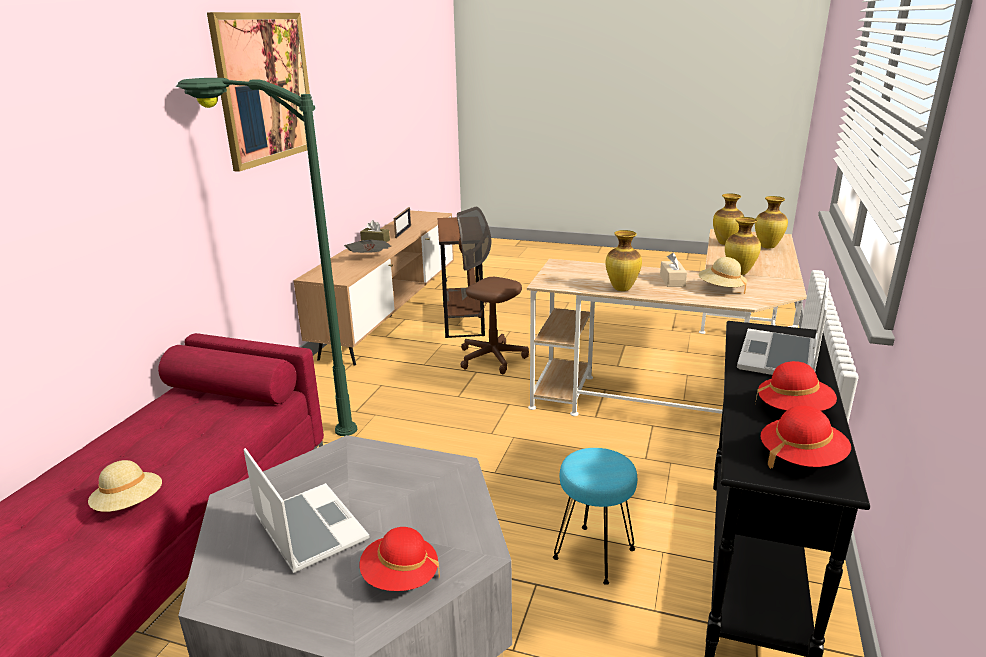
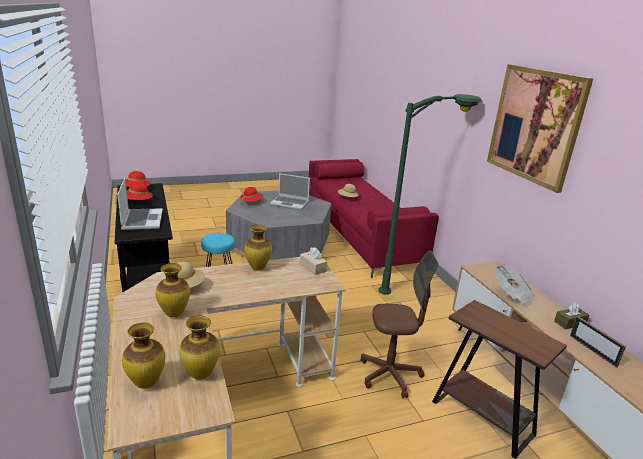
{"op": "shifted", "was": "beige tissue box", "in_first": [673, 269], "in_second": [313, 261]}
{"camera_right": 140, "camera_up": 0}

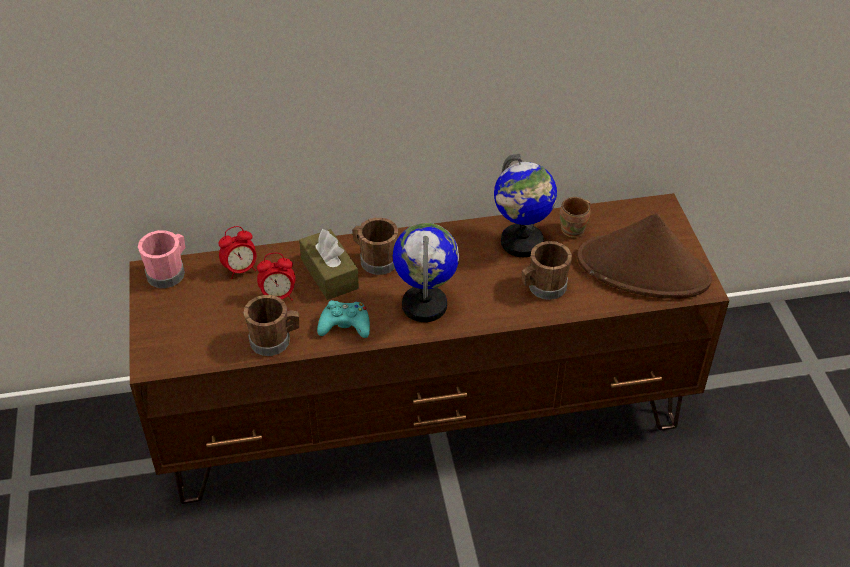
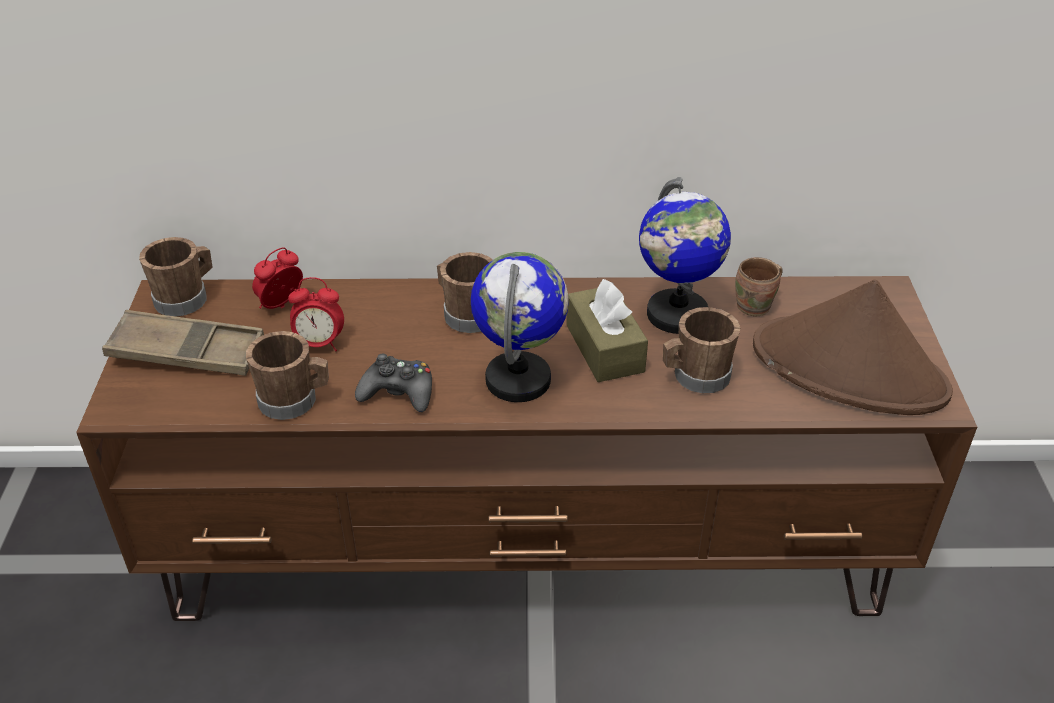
{"op": "rotated", "was": "alarm clock", "in_first": [237, 252], "in_second": [277, 278], "clockwise": 150}
{"op": "shifted", "was": "brown tissue box", "in_first": [329, 264], "in_second": [607, 330]}
{"op": "repainted", "was": "pink mug", "now": "brown mug", "in_first": [161, 259], "in_second": [176, 277]}
{"op": "repainted", "was": "turquoise game controller", "now": "black game controller", "in_first": [343, 319], "in_second": [393, 383]}
{"op": "new", "now": "brown tray", "in_second": [183, 343]}
{"camera_right": 10, "camera_up": -5}

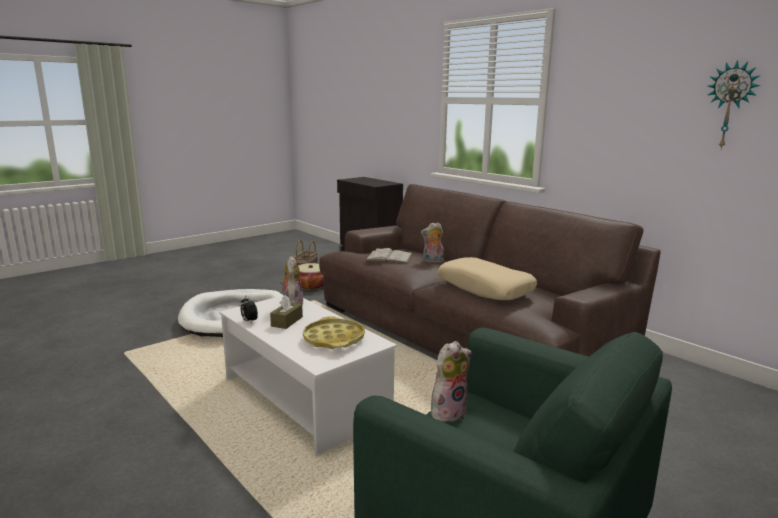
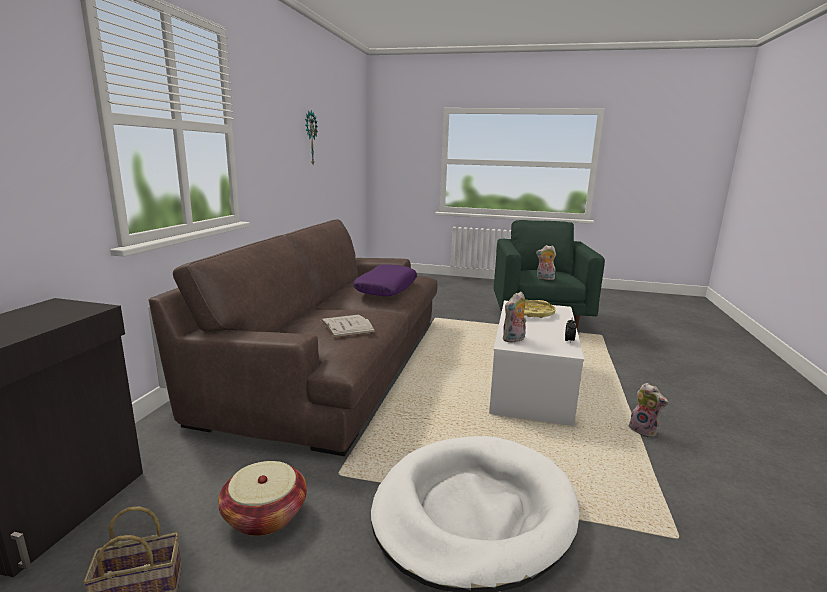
{"op": "shifted", "was": "plush toy", "in_first": [432, 243], "in_second": [648, 410]}
{"op": "repainted", "was": "beige pillow", "now": "purple pillow", "in_first": [487, 278], "in_second": [385, 280]}
{"op": "gone", "was": "brown tissue box", "in_first": [286, 312]}
{"camera_right": -125, "camera_up": 0}

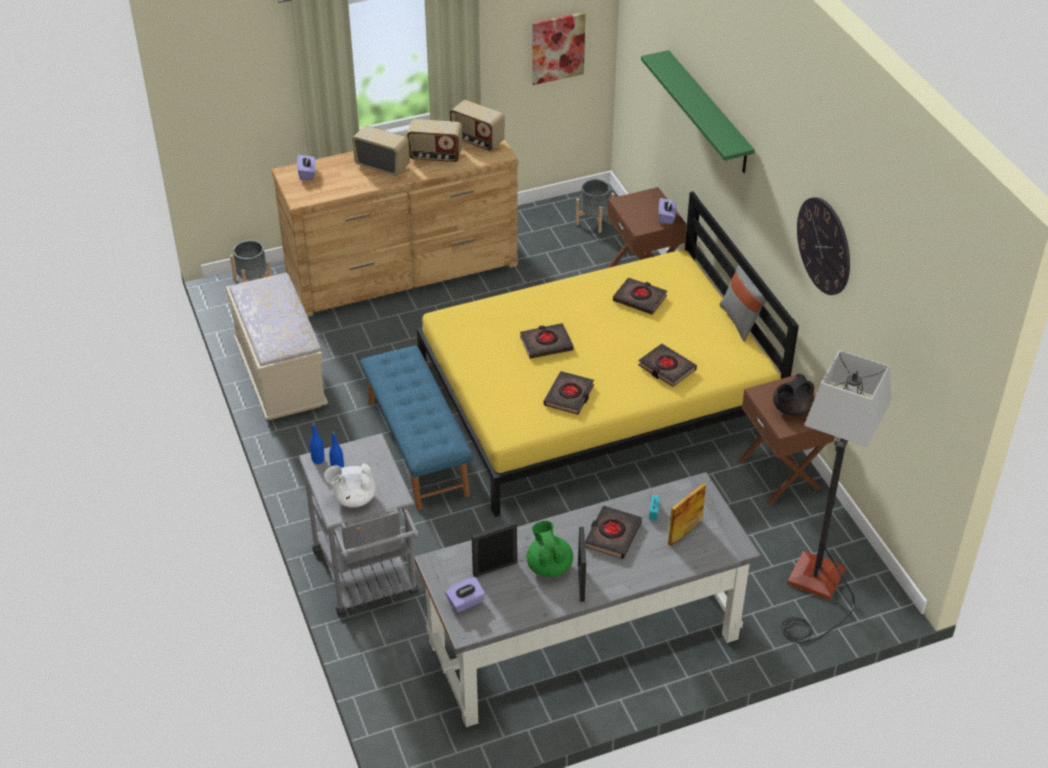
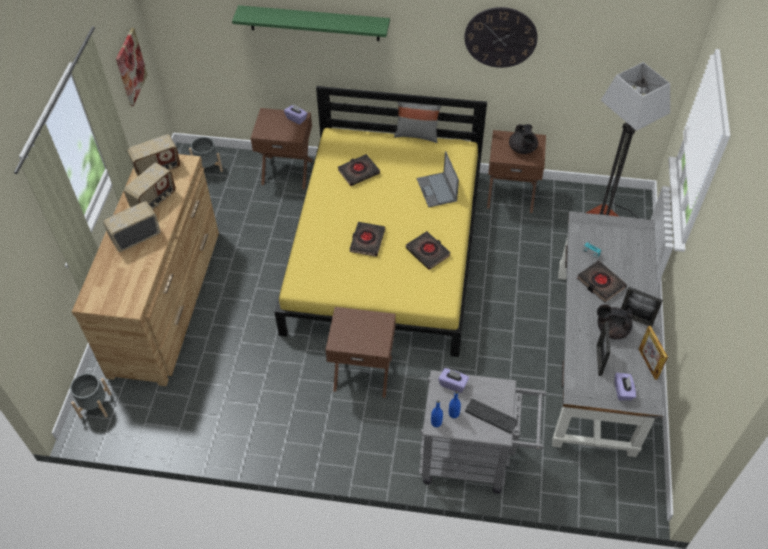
{"op": "shifted", "was": "purple tissue box", "in_first": [306, 167], "in_second": [453, 380]}
{"op": "gone", "was": "beige bench", "in_first": [277, 346]}
{"op": "swapped", "was": "black book", "now": "laptop", "in_first": [667, 365], "in_second": [438, 179]}
{"op": "swapped", "was": "blue bench", "now": "brown nightstand", "in_first": [416, 428], "in_second": [360, 352]}
{"op": "swapped", "was": "white teapot", "now": "keyboard", "in_first": [350, 485], "in_second": [491, 416]}
{"op": "shifted", "was": "picture frame", "in_first": [687, 514], "in_second": [653, 353]}
{"op": "repainted", "was": "green teapot", "now": "black teapot", "in_first": [549, 549], "in_second": [615, 321]}
{"camera_right": -60, "camera_up": 10}

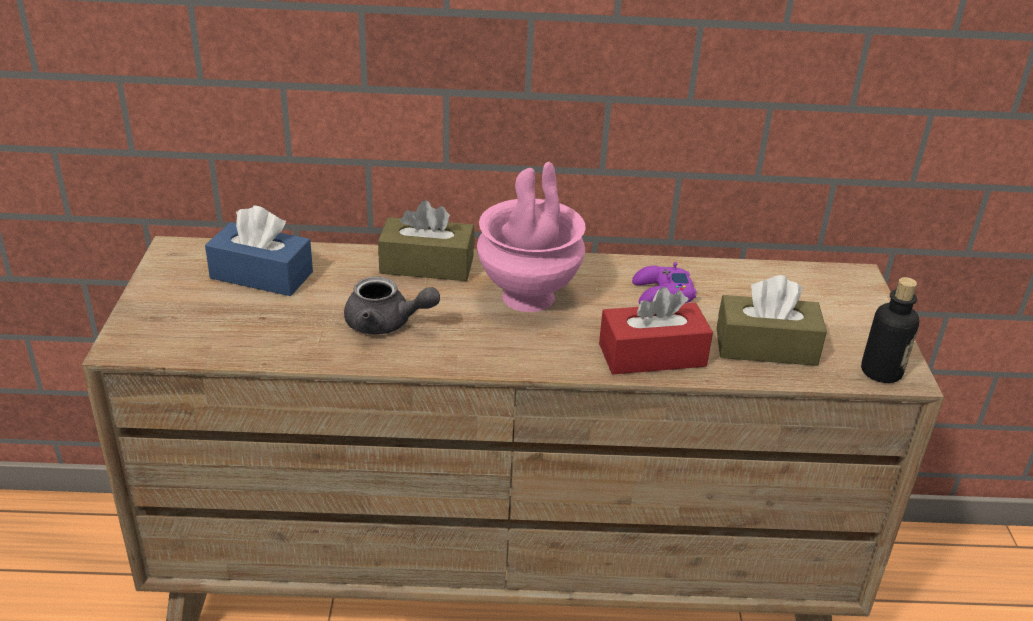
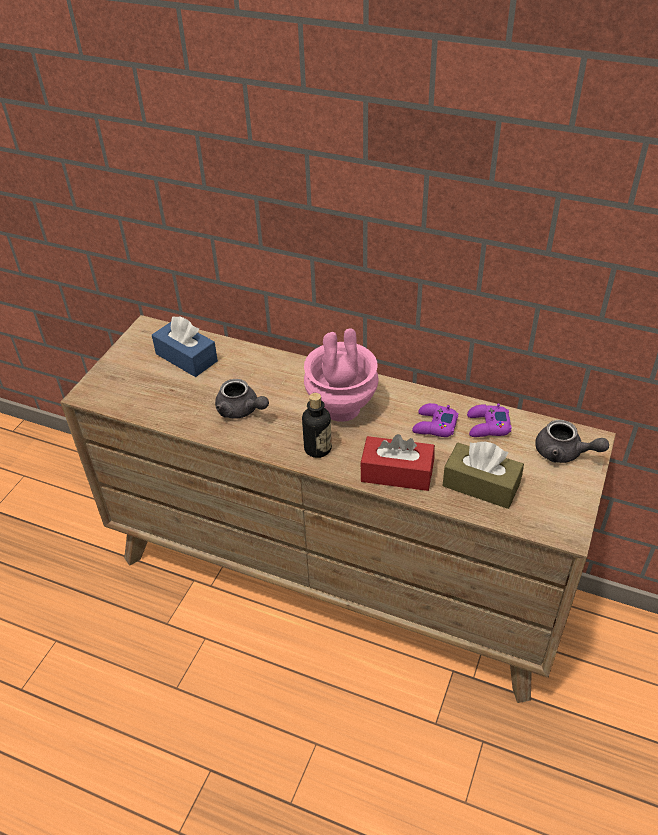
{"op": "gone", "was": "brown tissue box", "in_first": [426, 240]}
{"op": "shifted", "was": "bottle", "in_first": [890, 330], "in_second": [317, 425]}
{"op": "new", "now": "purple game controller", "in_second": [489, 420]}
{"op": "new", "now": "grey teapot", "in_second": [572, 441]}
{"camera_right": 25, "camera_up": 10}

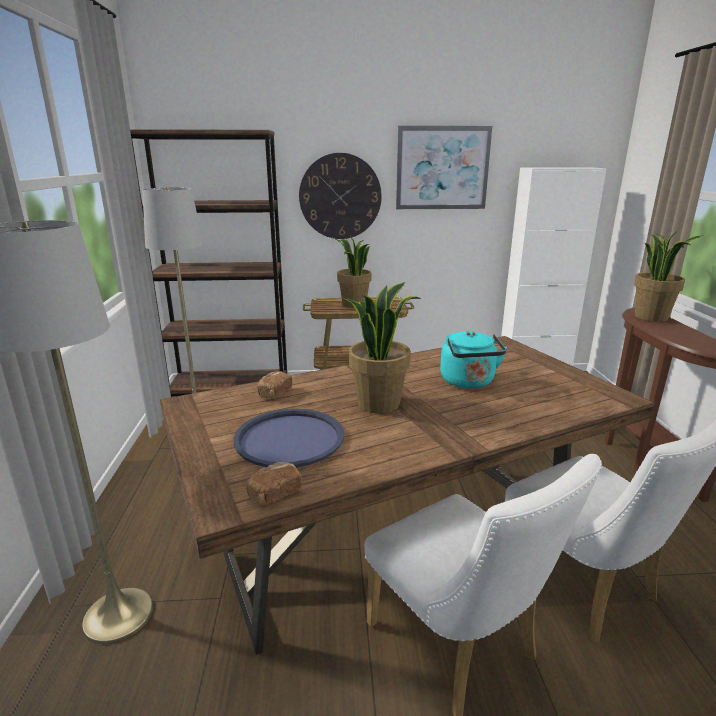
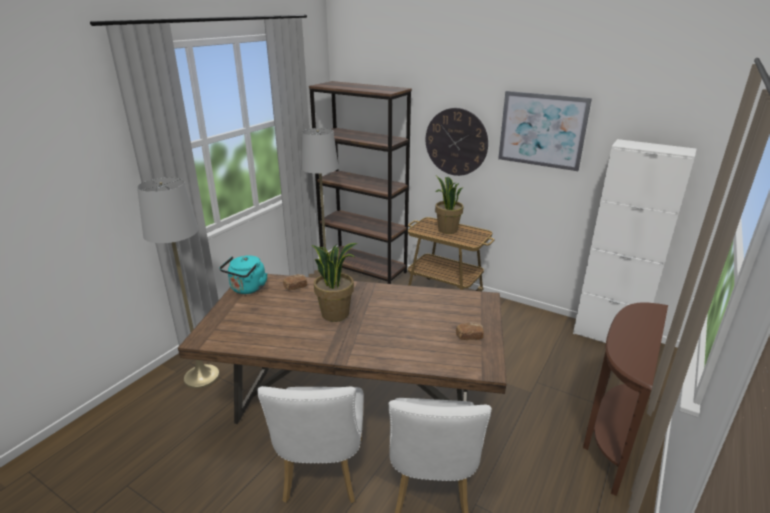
{"op": "gone", "was": "potted plant", "in_first": [668, 276]}
{"op": "shifted", "was": "turquoise kettle", "in_first": [473, 359], "in_second": [243, 275]}
{"op": "gone", "was": "blue tray", "in_first": [288, 438]}
{"op": "shifted", "was": "bread", "in_first": [274, 483], "in_second": [470, 331]}
{"camera_right": 35, "camera_up": 5}

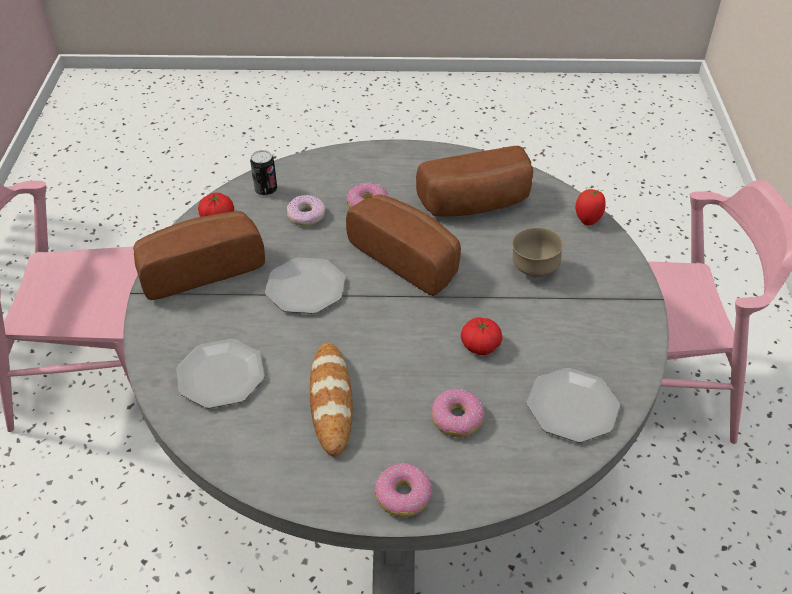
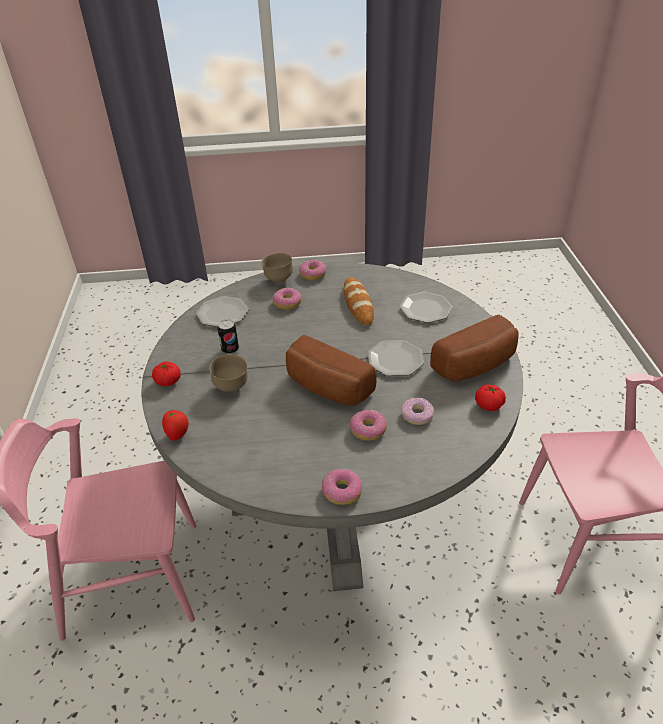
{"op": "gone", "was": "bread", "in_first": [474, 181]}
{"op": "shifted", "was": "can", "in_first": [263, 173], "in_second": [228, 336]}
{"op": "shifted", "was": "tomato", "in_first": [482, 336], "in_second": [166, 373]}
{"op": "new", "now": "brown bowl", "in_second": [277, 268]}
{"op": "new", "now": "donut", "in_second": [342, 487]}
{"camera_right": 175, "camera_up": -5}

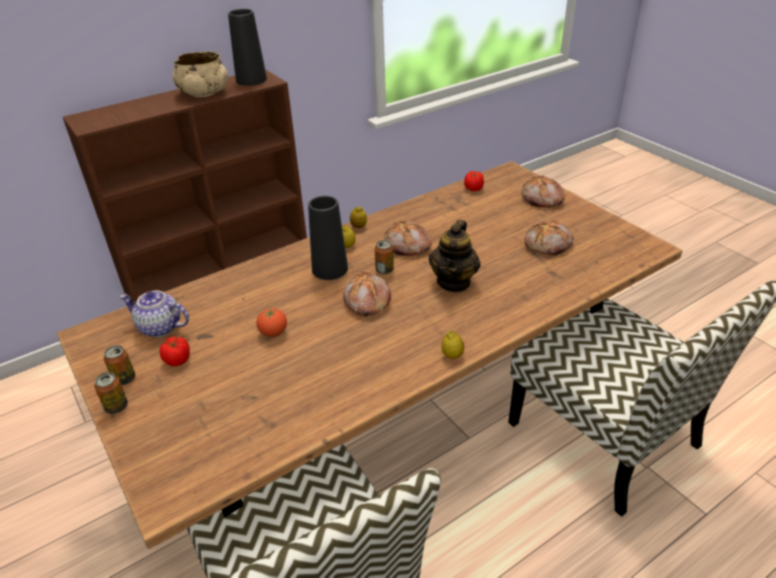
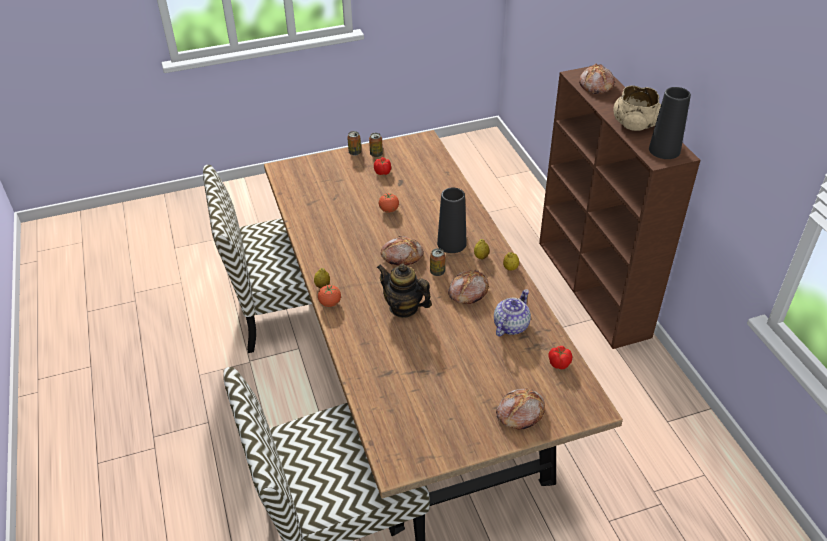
{"op": "shifted", "was": "bread", "in_first": [548, 238], "in_second": [597, 78]}
{"op": "shifted", "was": "teapot", "in_first": [154, 314], "in_second": [512, 313]}
{"op": "new", "now": "tomato", "in_second": [329, 296]}
{"camera_right": 105, "camera_up": 5}

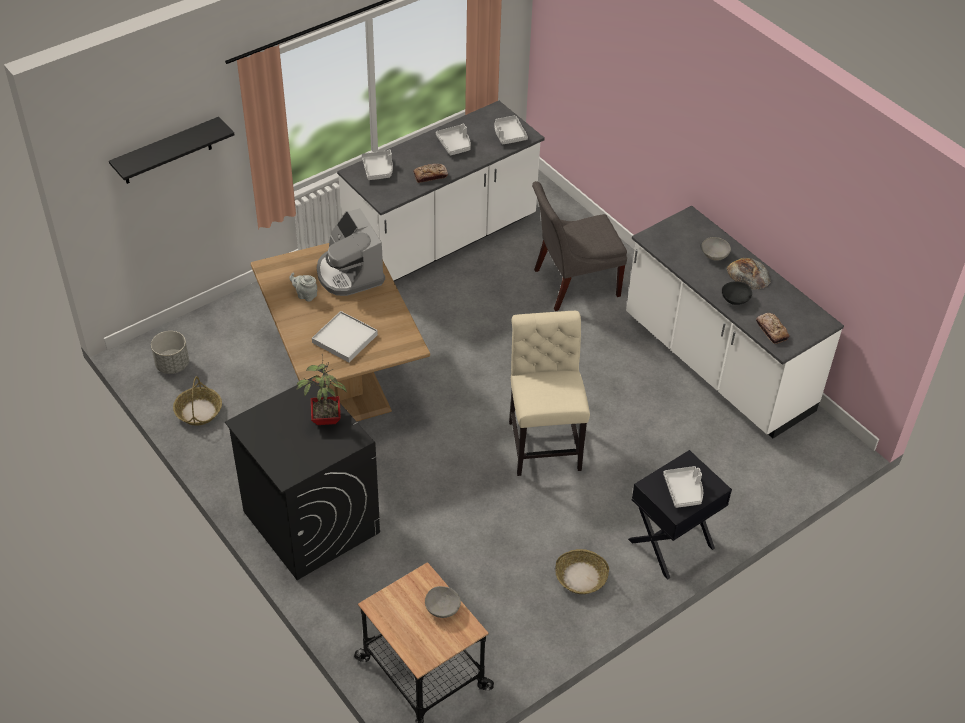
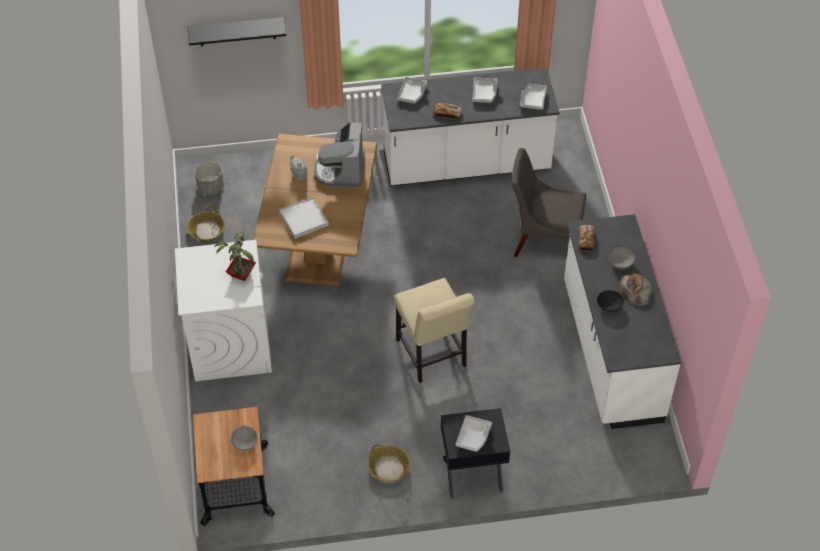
{"op": "rotated", "was": "beige chair", "in_first": [549, 393], "in_second": [434, 330], "clockwise": 135}
{"op": "shifted", "was": "bread", "in_first": [772, 328], "in_second": [587, 238]}
{"op": "repainted", "was": "black washing machine", "now": "white washing machine", "in_first": [302, 478], "in_second": [223, 310]}
{"camera_right": 30, "camera_up": 5}

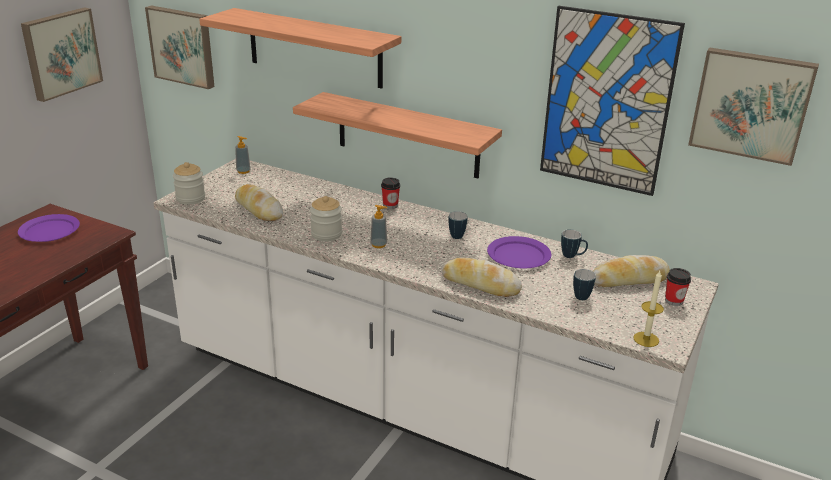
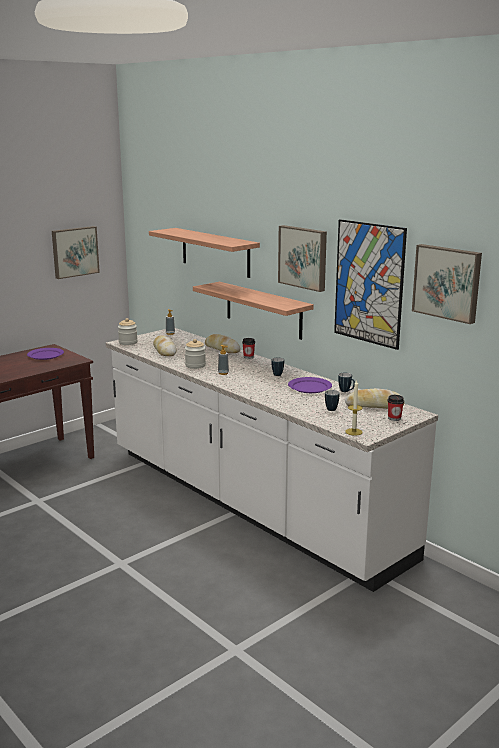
{"op": "shifted", "was": "picture", "in_first": [180, 47], "in_second": [302, 258]}
{"op": "shifted", "was": "bread", "in_first": [482, 277], "in_second": [222, 343]}
{"camera_right": 20, "camera_up": -10}

